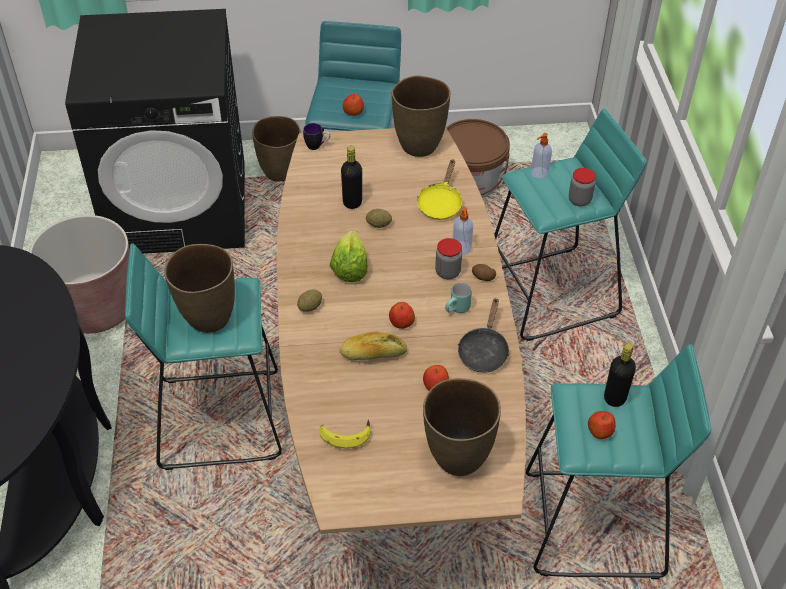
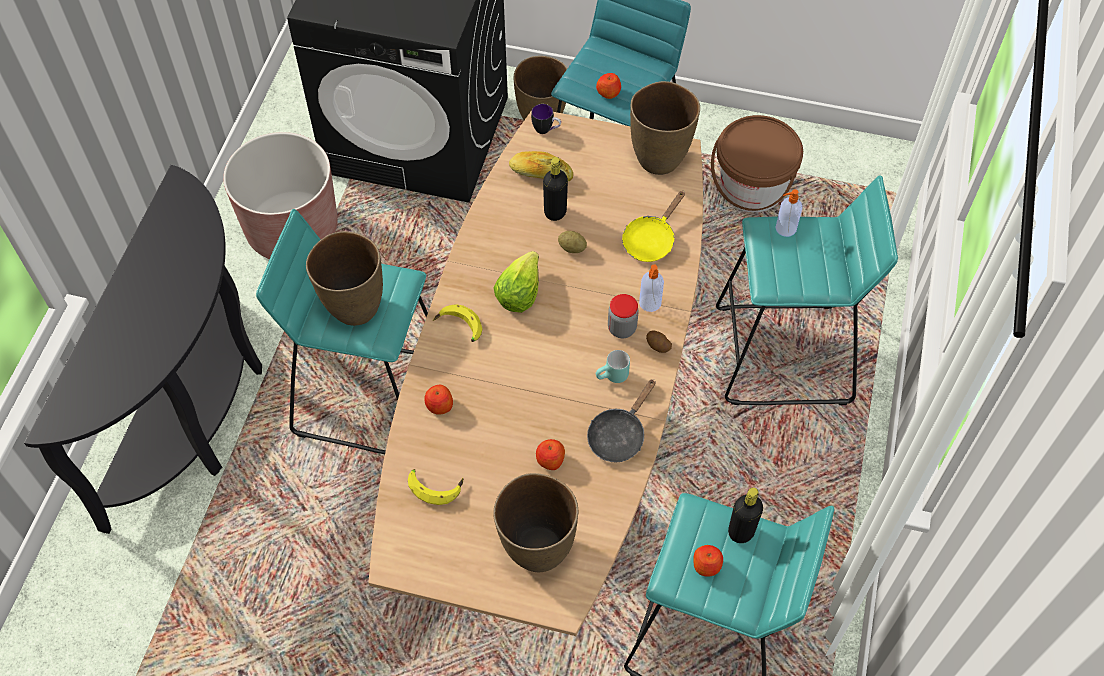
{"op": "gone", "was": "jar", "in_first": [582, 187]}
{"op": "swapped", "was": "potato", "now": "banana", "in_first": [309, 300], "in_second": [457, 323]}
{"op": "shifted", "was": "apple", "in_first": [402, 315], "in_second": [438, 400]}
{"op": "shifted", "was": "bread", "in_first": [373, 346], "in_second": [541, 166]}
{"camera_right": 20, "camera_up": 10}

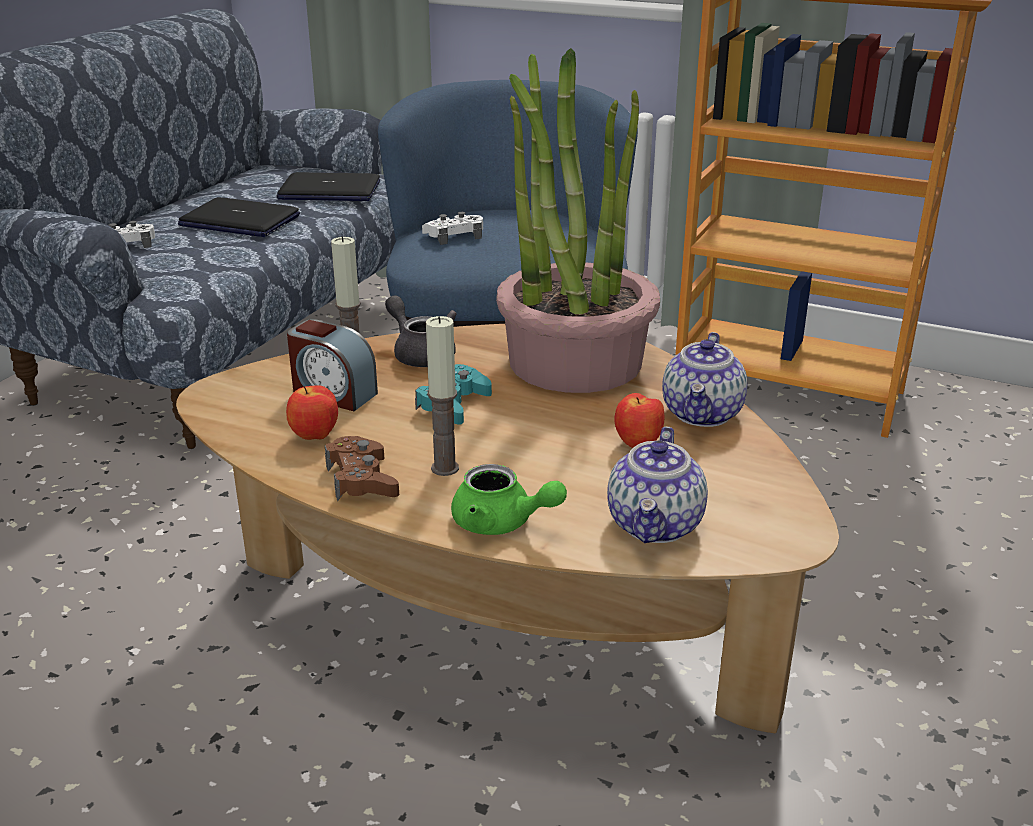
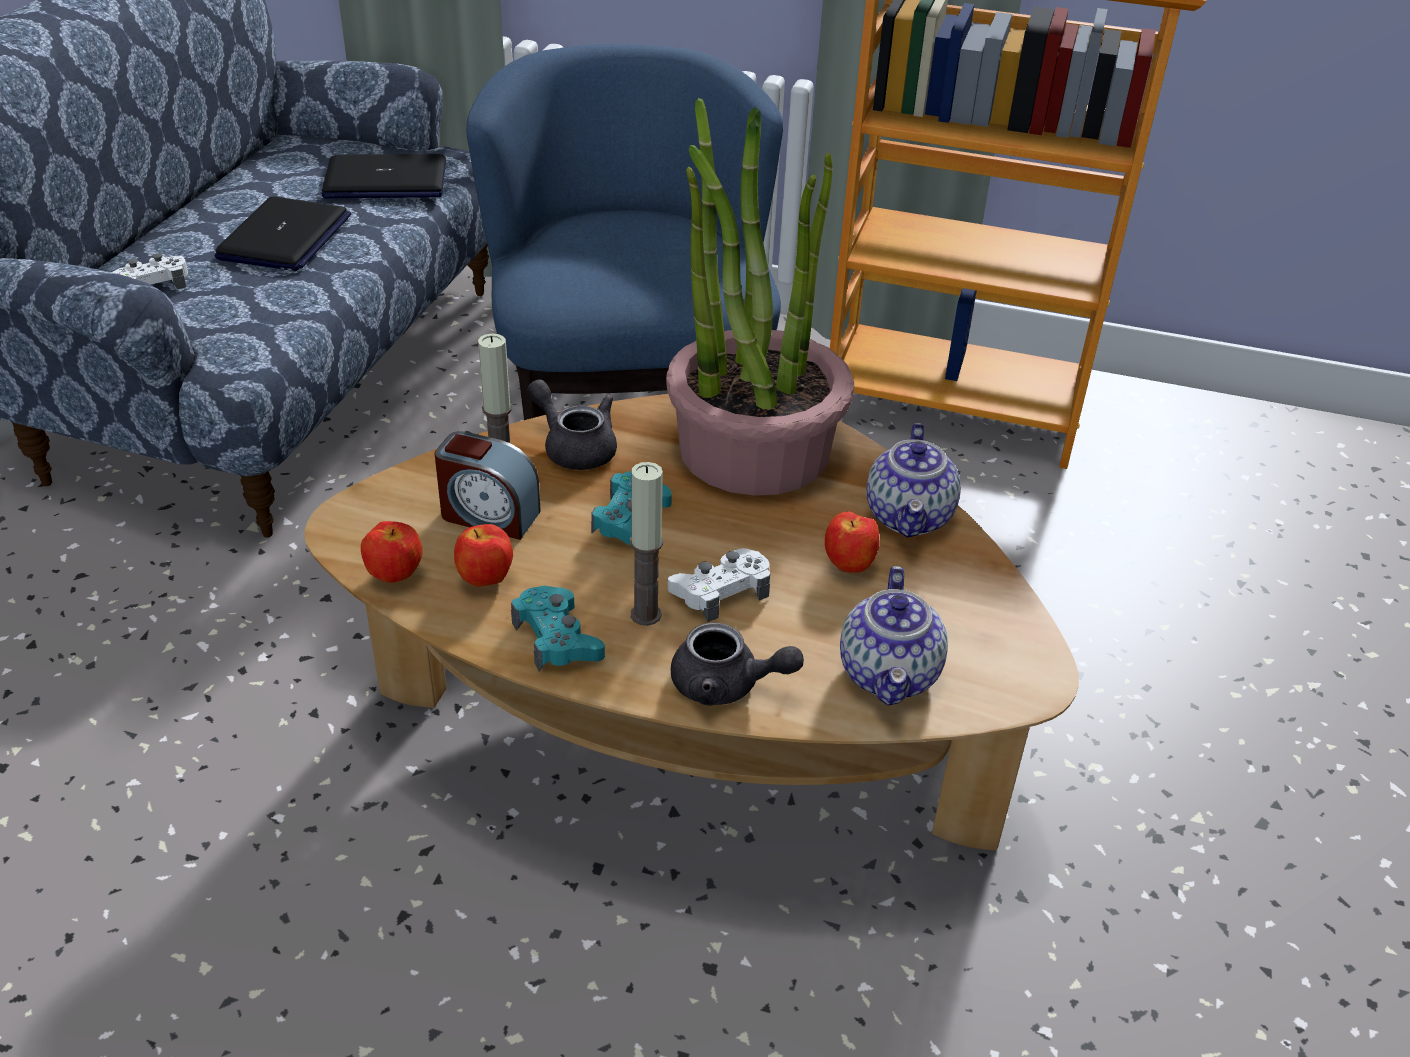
{"op": "rotated", "was": "laptop", "in_first": [239, 217], "in_second": [283, 233], "clockwise": -90}
{"op": "shifted", "was": "white game controller", "in_first": [452, 228], "in_second": [719, 585]}
{"op": "repainted", "was": "brown game controller", "now": "turquoise game controller", "in_first": [362, 469], "in_second": [558, 628]}
{"op": "repainted", "was": "green teapot", "now": "grey teapot", "in_first": [509, 499], "in_second": [737, 664]}
{"op": "new", "now": "apple", "in_second": [392, 552]}
{"camera_right": -10, "camera_up": 10}

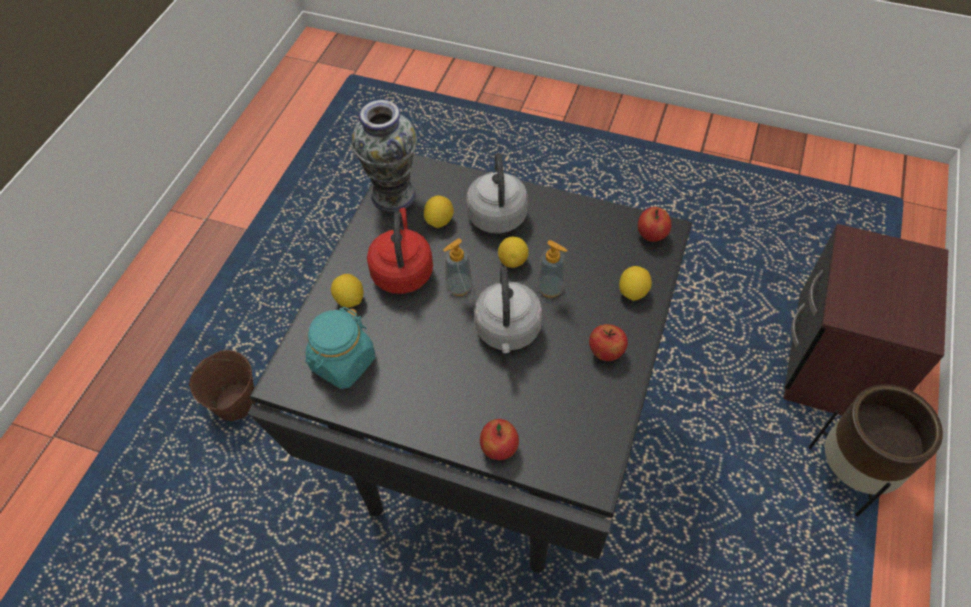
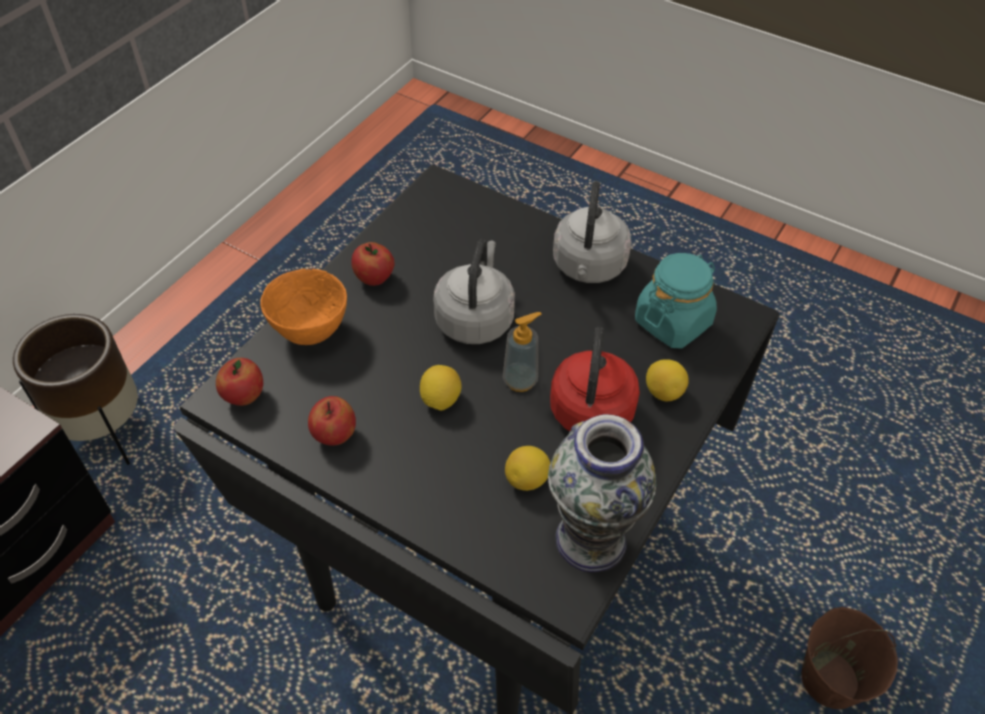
{"op": "shifted", "was": "grey kettle", "in_first": [497, 193], "in_second": [592, 232]}
{"op": "gone", "was": "soap dispenser", "in_first": [552, 269]}
{"op": "swapped", "was": "lemon", "now": "orange bowl", "in_first": [635, 283], "in_second": [303, 307]}
{"op": "shifted", "was": "apple", "in_first": [499, 439], "in_second": [332, 421]}
{"camera_right": -170, "camera_up": -5}

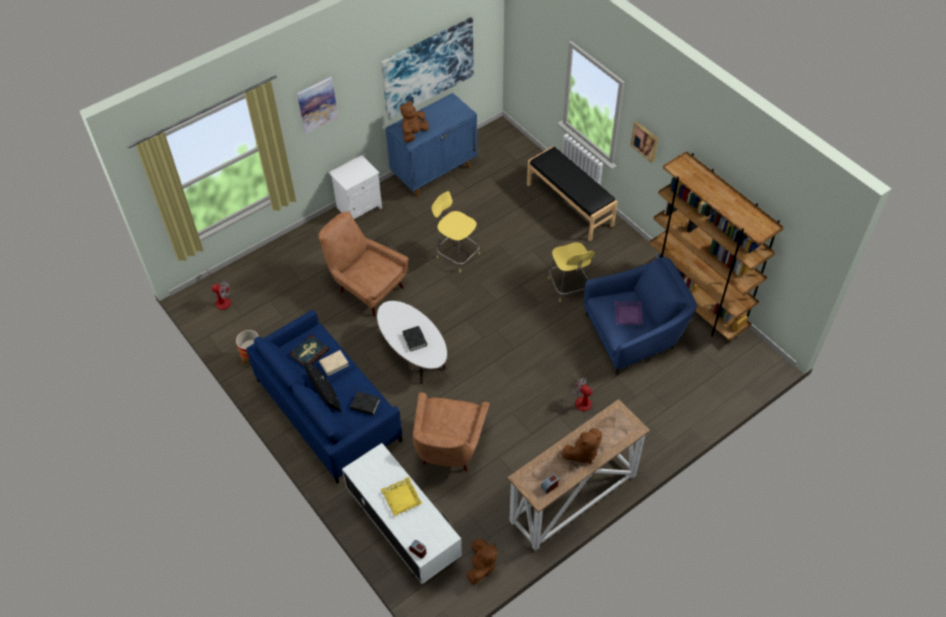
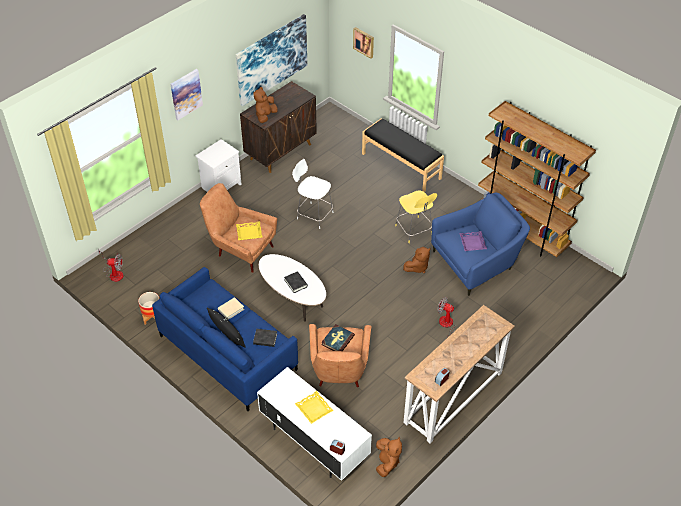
{"op": "repainted", "was": "blue cabinet", "now": "brown cabinet", "in_first": [431, 145], "in_second": [278, 127]}
{"op": "shifted", "was": "picture", "in_first": [645, 142], "in_second": [363, 43]}
{"op": "repainted", "was": "yellow stool", "now": "white stool", "in_first": [456, 232], "in_second": [313, 194]}
{"op": "shifted", "was": "book", "in_first": [309, 351], "in_second": [338, 337]}
{"op": "shifted", "was": "brown plush toy", "in_first": [581, 446], "in_second": [417, 260]}
{"op": "new", "now": "yellow tray", "in_second": [249, 230]}
{"camera_right": -10, "camera_up": -5}

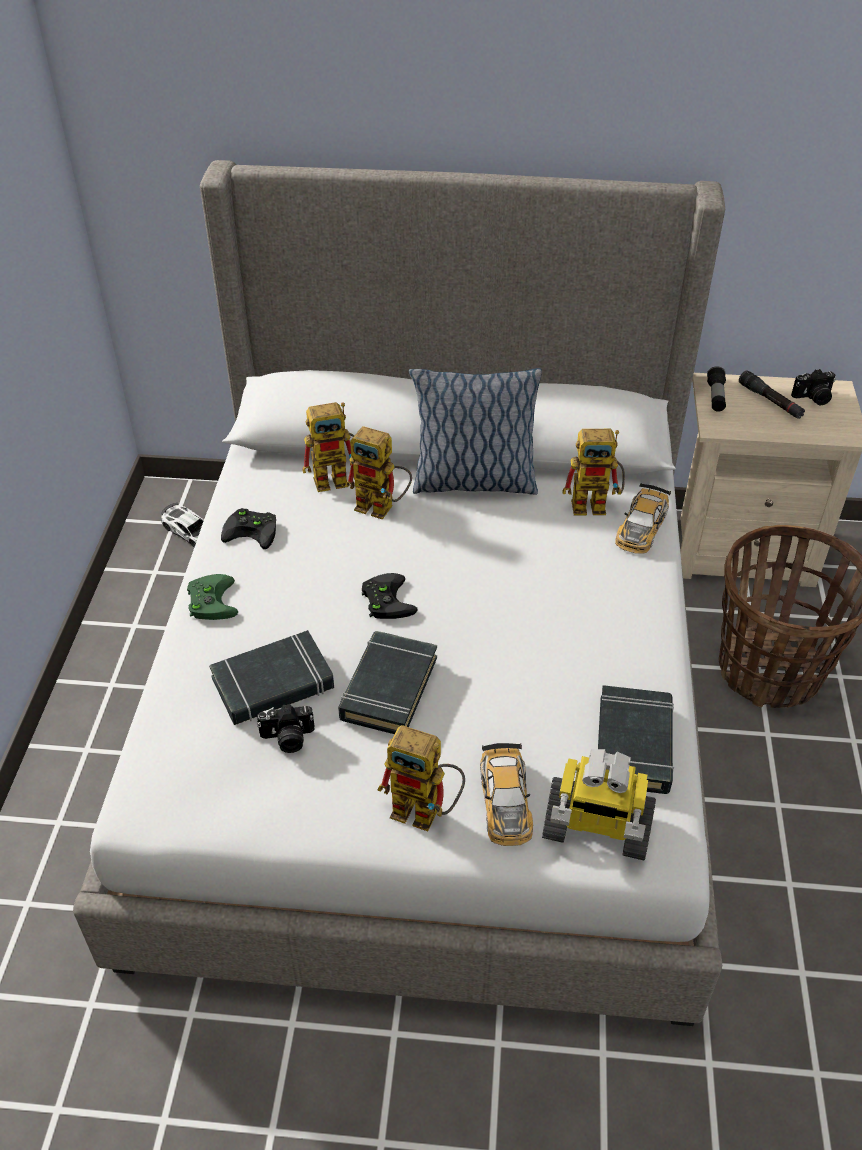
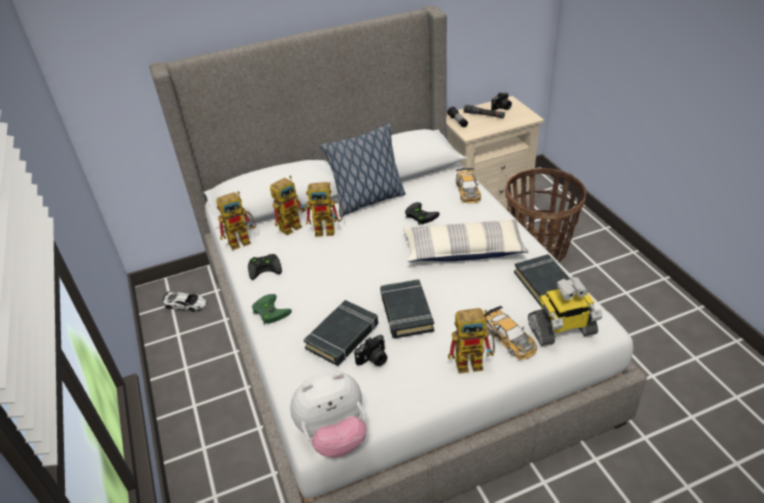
{"op": "shifted", "was": "toy robot", "in_first": [593, 472], "in_second": [236, 220]}
{"op": "shifted", "was": "black game controller", "in_first": [390, 596], "in_second": [422, 213]}
{"op": "new", "now": "pillow", "in_second": [466, 240]}
{"op": "new", "now": "plush toy", "in_second": [328, 414]}
{"camera_right": -25, "camera_up": -5}

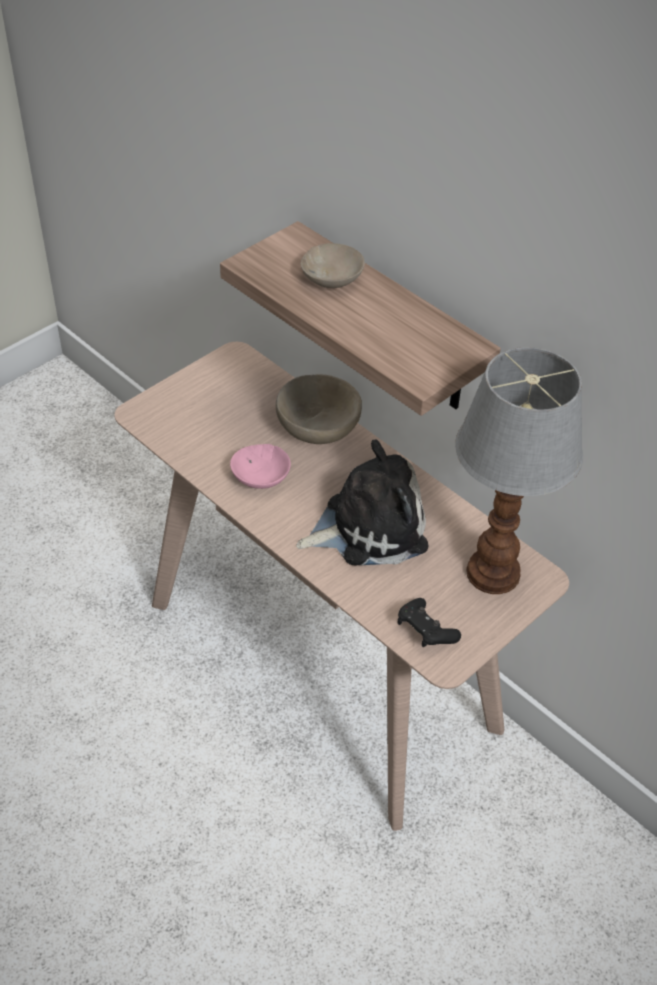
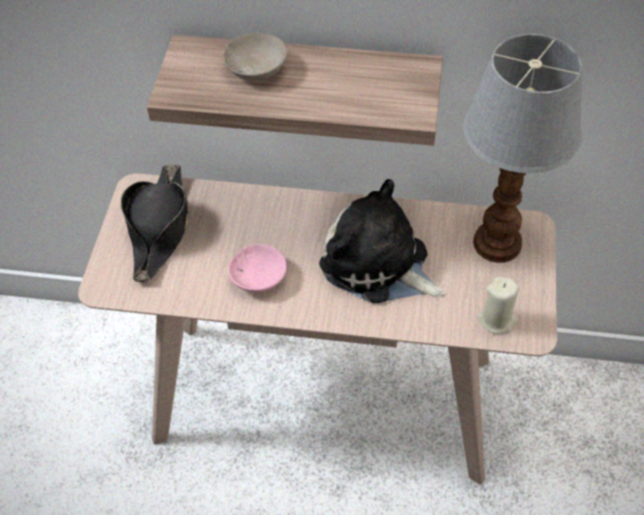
{"op": "gone", "was": "beige bowl", "in_first": [319, 409]}
{"op": "rotated", "was": "plush toy", "in_first": [362, 502], "in_second": [382, 241], "clockwise": -90}
{"op": "swapped", "was": "black game controller", "now": "beige candle", "in_first": [429, 622], "in_second": [498, 305]}
{"op": "new", "now": "black hat", "in_second": [155, 223]}
{"camera_right": -35, "camera_up": 5}

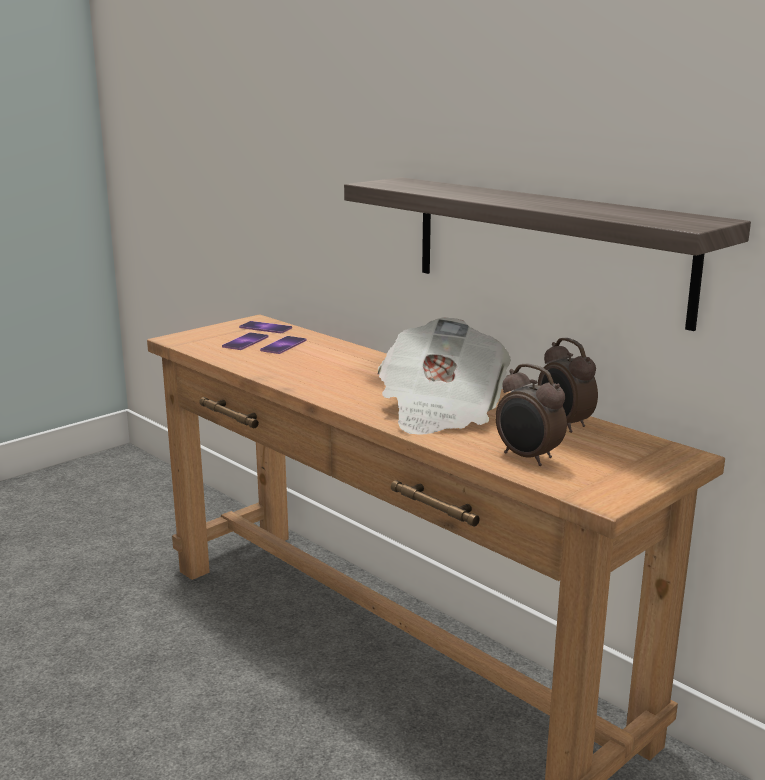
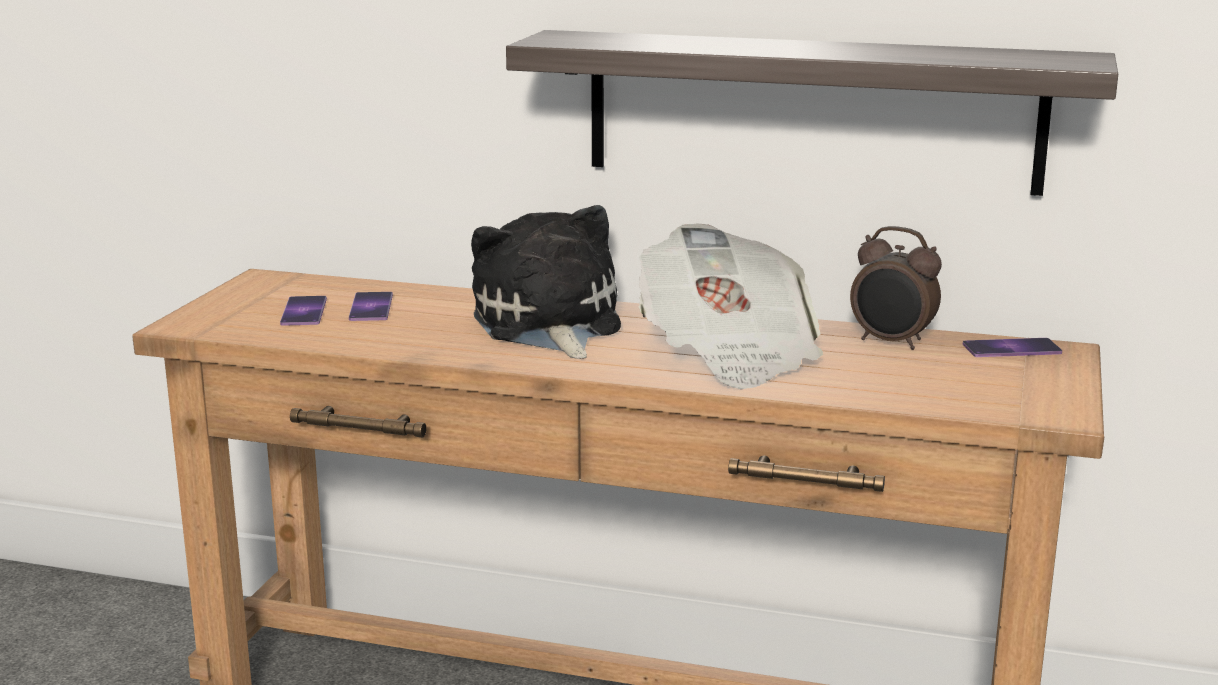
{"op": "shifted", "was": "phone", "in_first": [265, 327], "in_second": [1012, 347]}
{"op": "gone", "was": "alarm clock", "in_first": [531, 415]}
{"op": "new", "now": "plush toy", "in_second": [546, 282]}
{"camera_right": -30, "camera_up": 0}

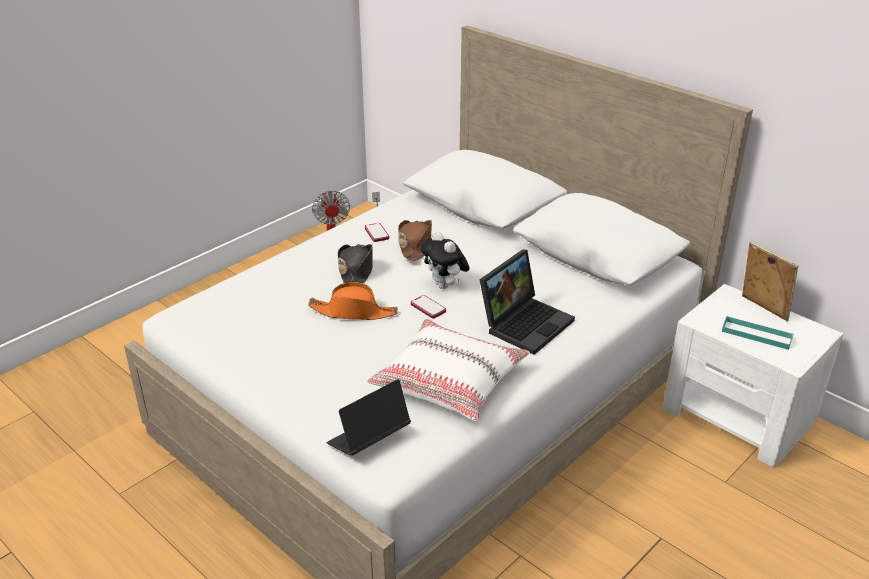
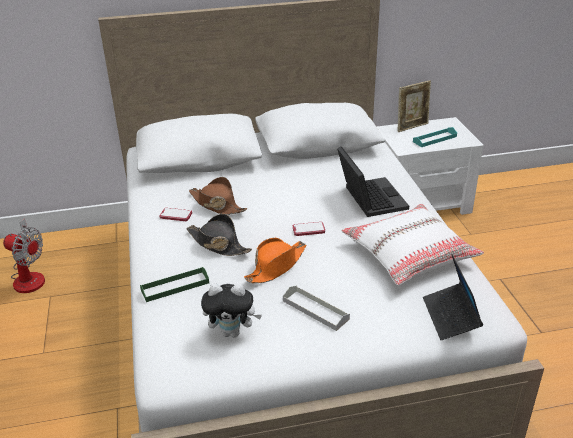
{"op": "shifted", "was": "plush toy", "in_first": [445, 260], "in_second": [231, 310]}
{"op": "rotated", "was": "picture frame", "in_first": [770, 281], "in_second": [414, 106], "clockwise": 150}
{"op": "new", "now": "green tray", "in_second": [174, 284]}
{"op": "new", "now": "grey tray", "in_second": [316, 308]}
{"camera_right": -55, "camera_up": 0}

